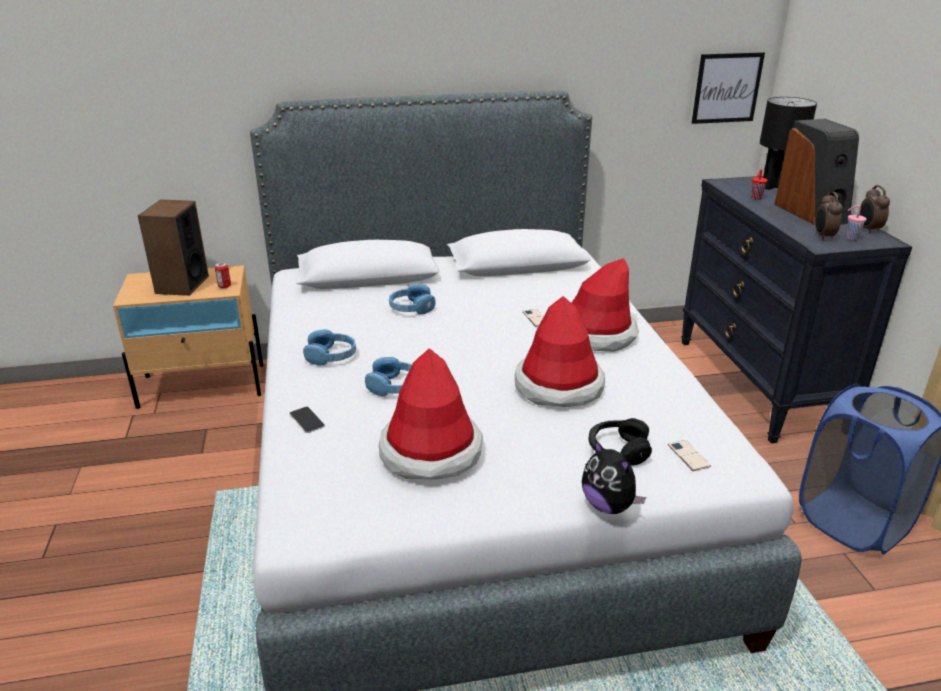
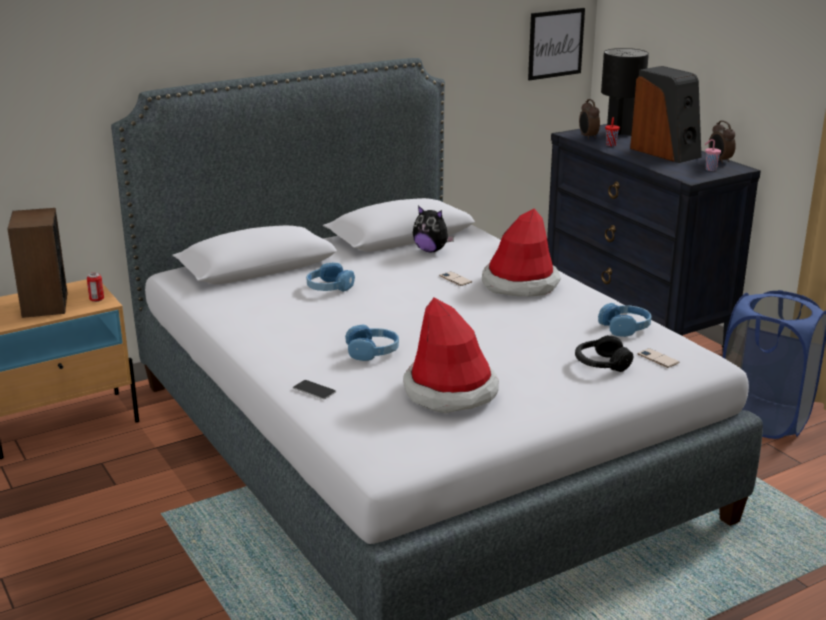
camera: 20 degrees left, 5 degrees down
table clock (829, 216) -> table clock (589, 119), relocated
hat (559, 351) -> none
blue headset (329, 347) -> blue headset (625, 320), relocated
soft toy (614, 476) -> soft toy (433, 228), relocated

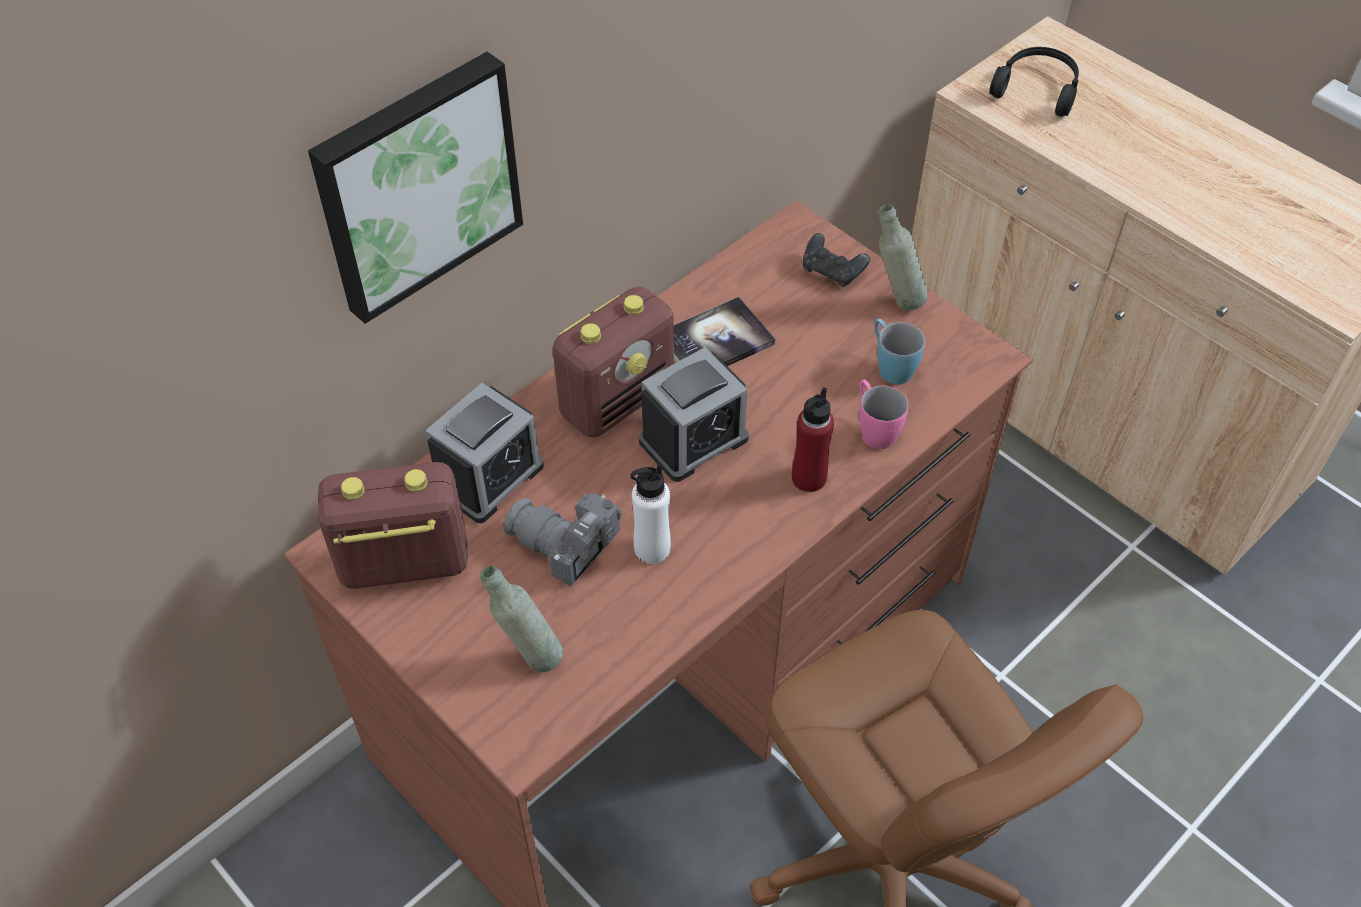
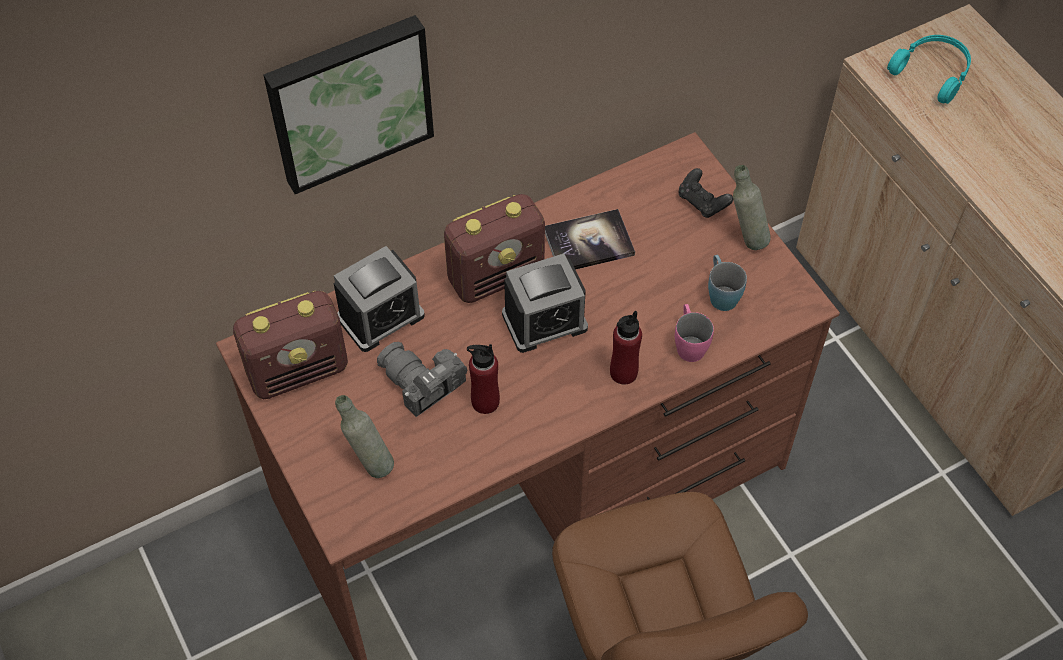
camera: 15 degrees right, 5 degrees up
blackish headset (1034, 82) -> turquoise-coloured headset (929, 69)
radio (393, 525) -> radio (290, 345), 150 degrees clockwise
white bottle (650, 513) -> red bottle (483, 379)

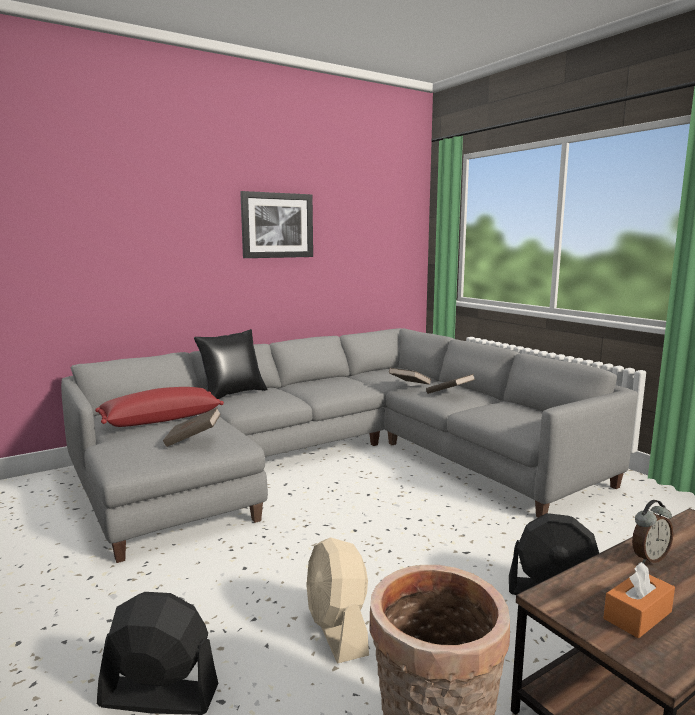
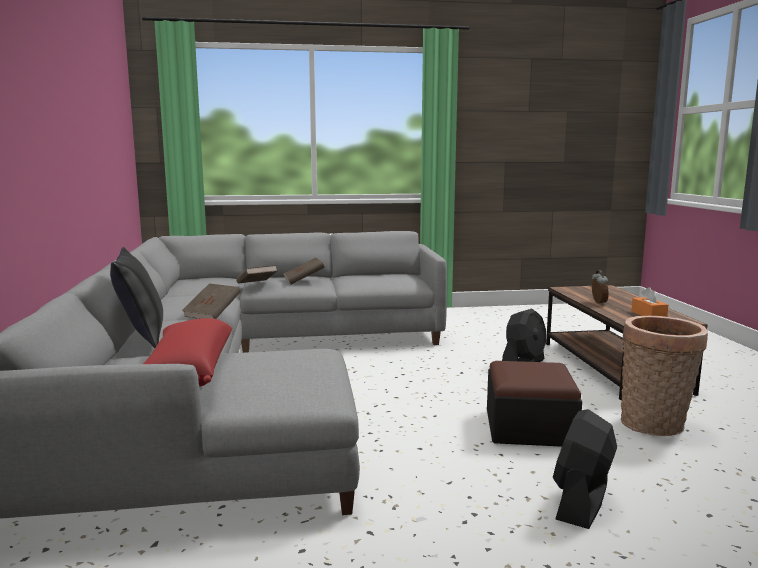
camera: 65 degrees left, 0 degrees up
picture (276, 224) -> none
brown bound book (192, 427) -> brown bound book (211, 301), relocated
sand-coloured electric fan (337, 600) -> pouffe (534, 404)

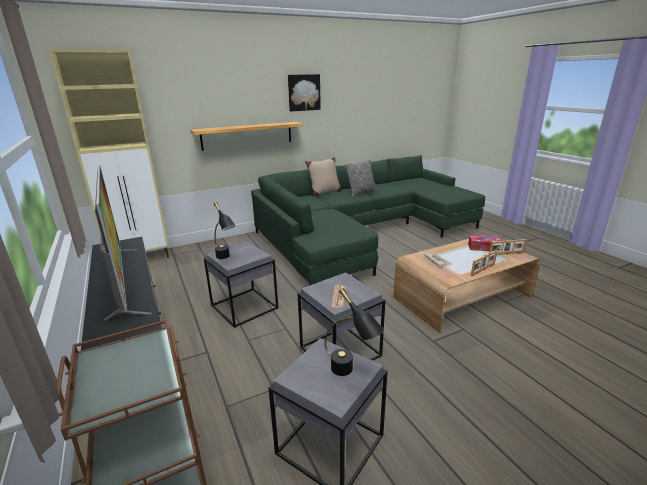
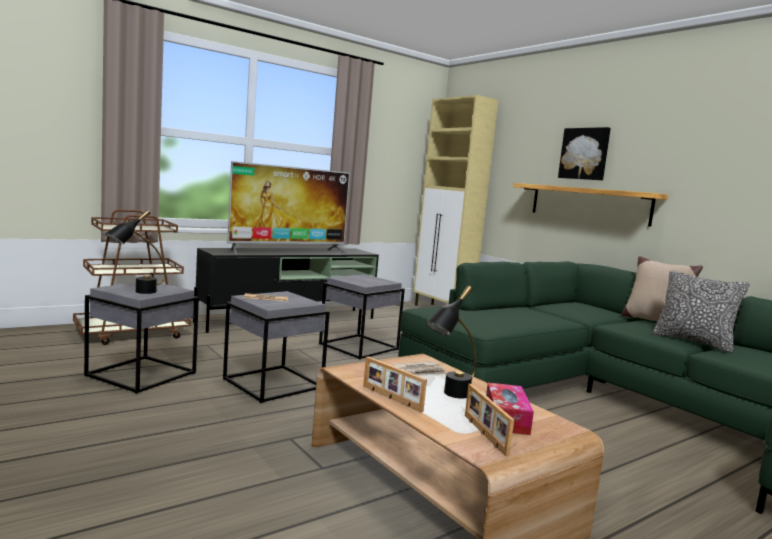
camera: 80 degrees right, 15 degrees down
picture (304, 92) -> picture (584, 153), relocated
blackish lamp for a table (225, 230) -> blackish lamp for a table (451, 341), relocated

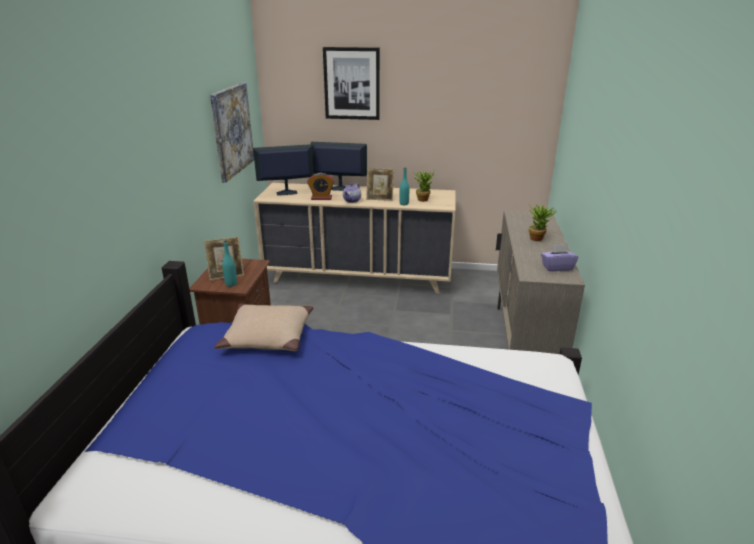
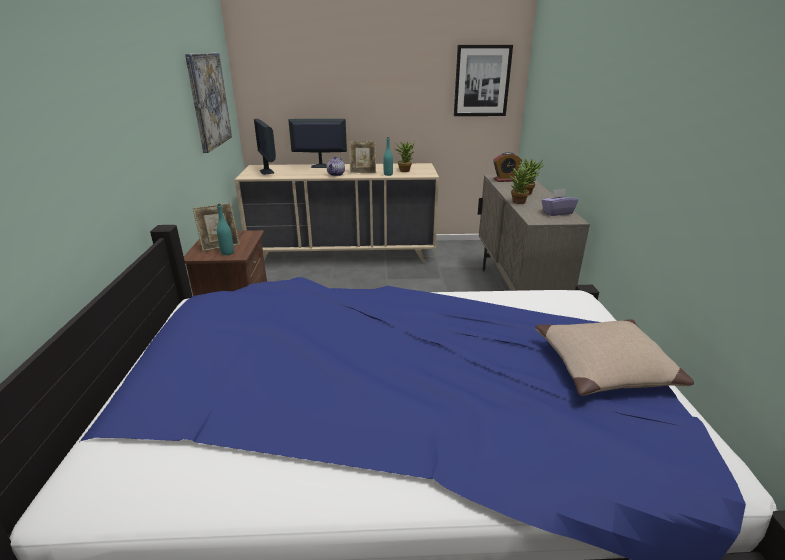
camera: 10 degrees left, 0 degrees up
picture (351, 83) -> picture (483, 80), relocated
monitor (283, 170) -> monitor (265, 147), 90 degrees counterclockwise
table clock (320, 186) -> table clock (507, 167), relocated
sand-coloured throw pillow (264, 327) -> sand-coloured throw pillow (614, 357), relocated
none -> houseplant (523, 184)

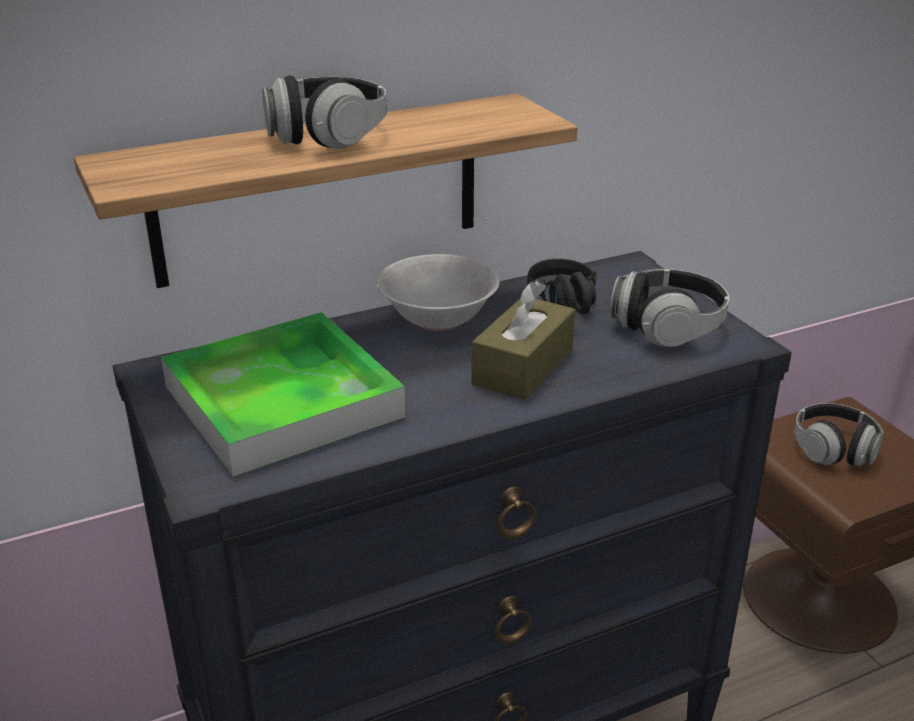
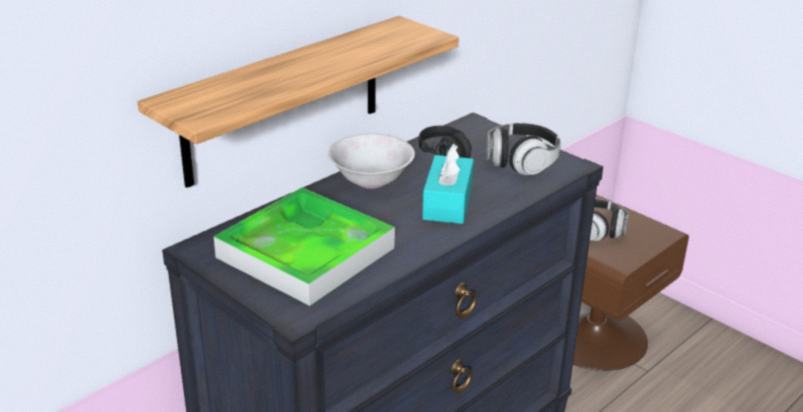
camera: 20 degrees left, 0 degrees up
headset (324, 112) -> none
brown tissue holder (523, 340) -> turquoise-coloured tissue holder (448, 184)

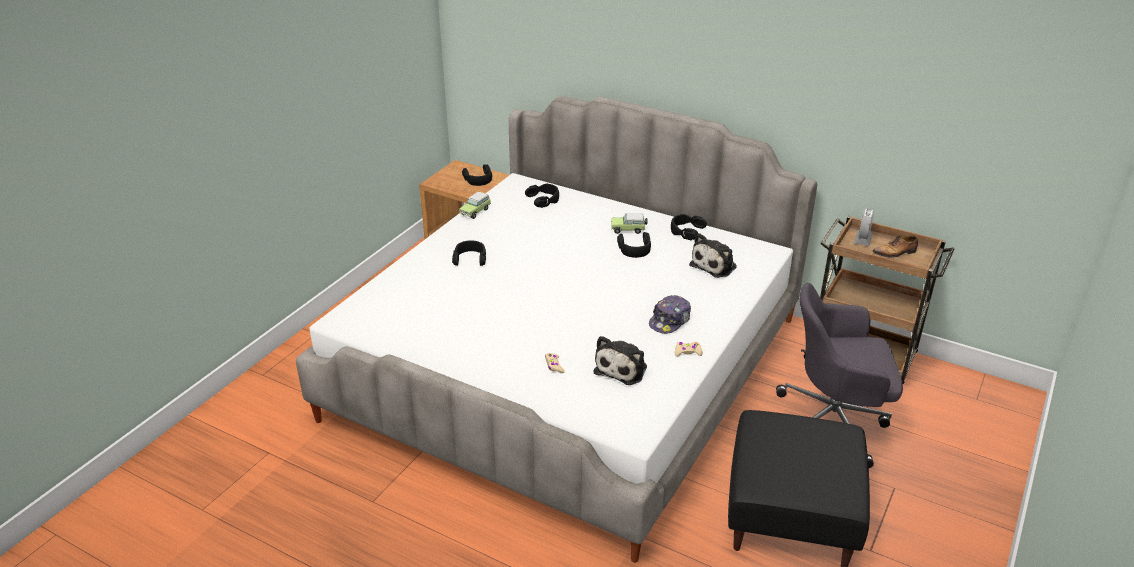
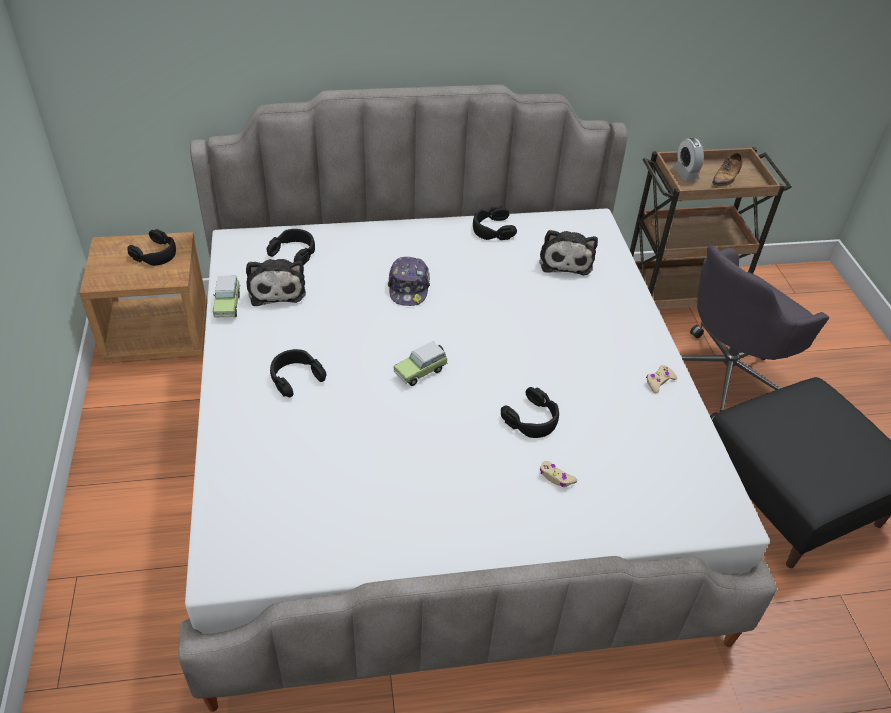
camera: 40 degrees left, 10 degrees up
miniature car (629, 223) -> miniature car (420, 363), relocated
blackish headset (634, 245) -> blackish headset (530, 412), relocated
cap (670, 314) -> cap (409, 281), relocated
soft toy (620, 360) -> soft toy (276, 282), relocated

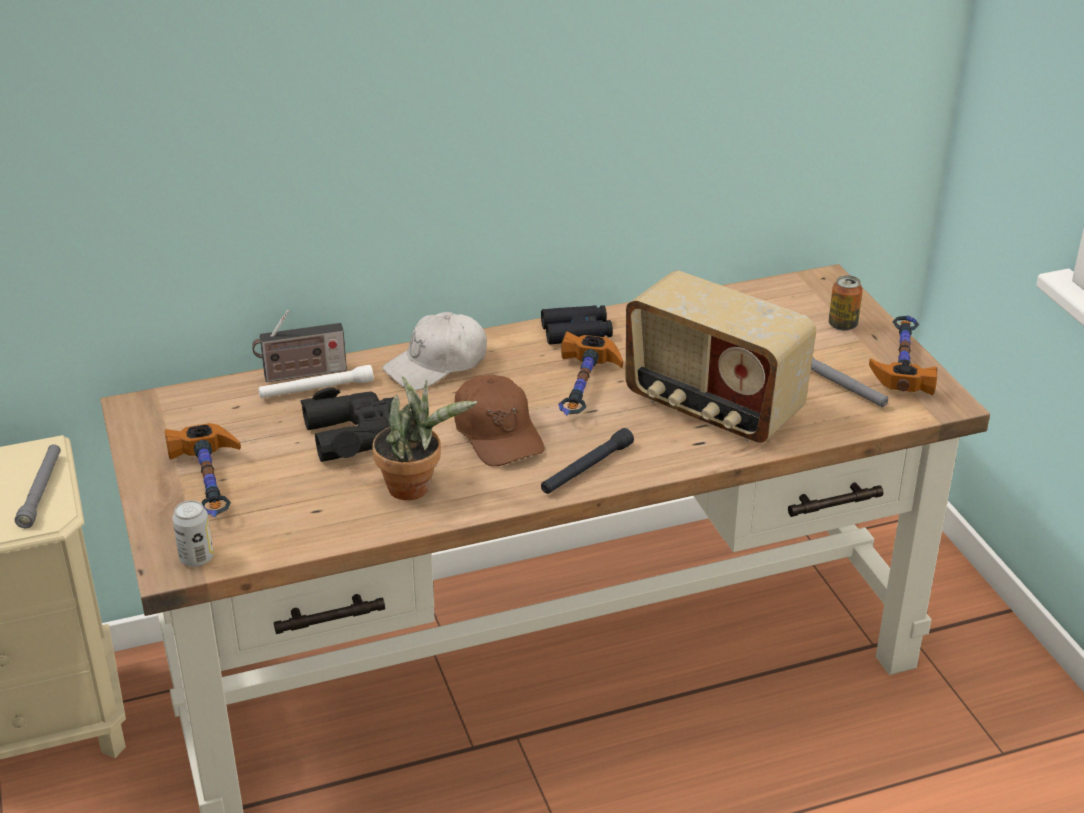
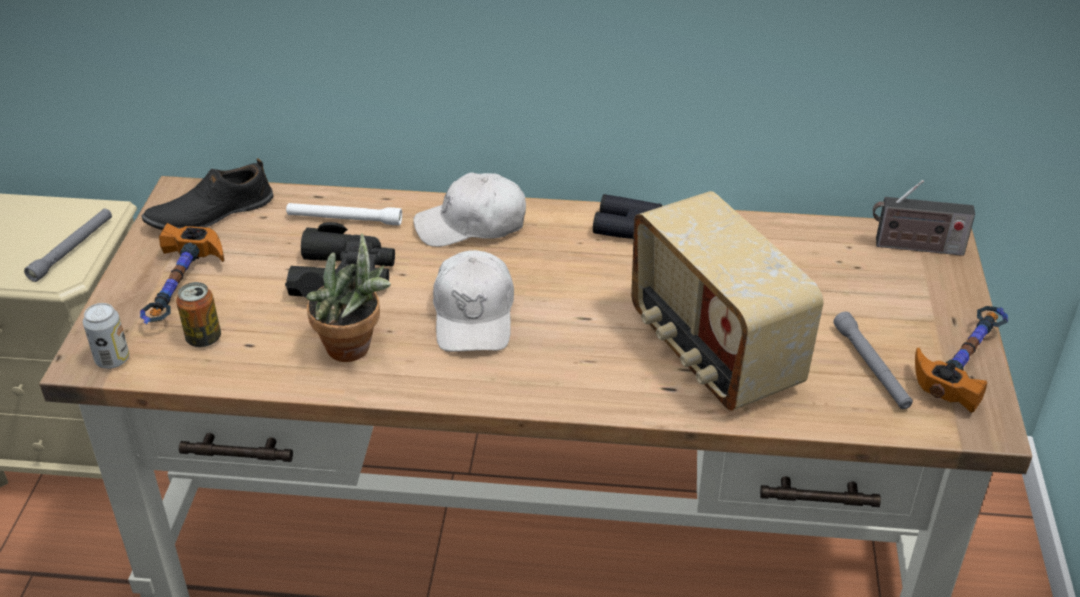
camera: 25 degrees right, 5 degrees up
sealed can (846, 303) -> sealed can (198, 314), relocated
radio (299, 346) -> radio (924, 218), relocated
hand hammer (591, 373) -> none
brown cap (499, 420) -> white cap (473, 301)
blackish flashlight (587, 461) -> none
none -> blackish item of footwear (208, 194)

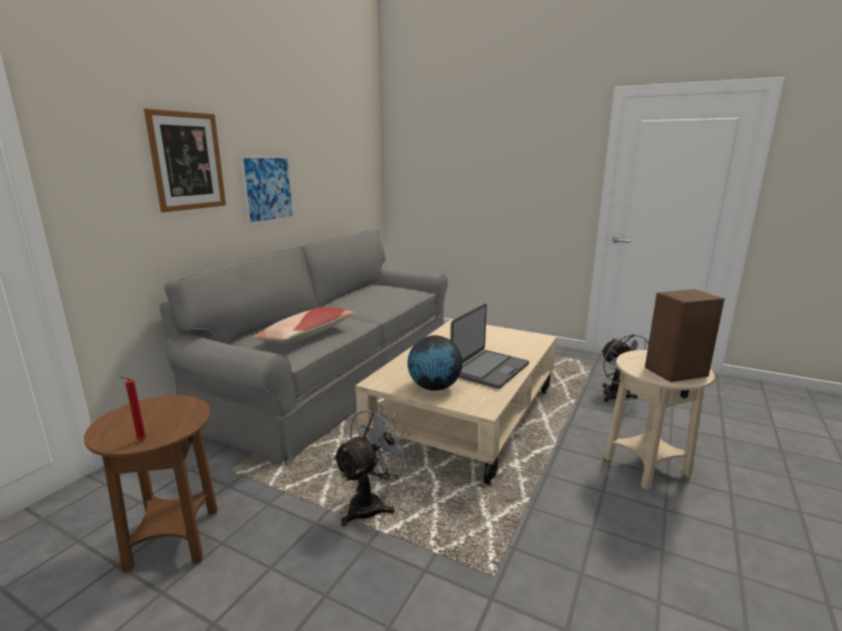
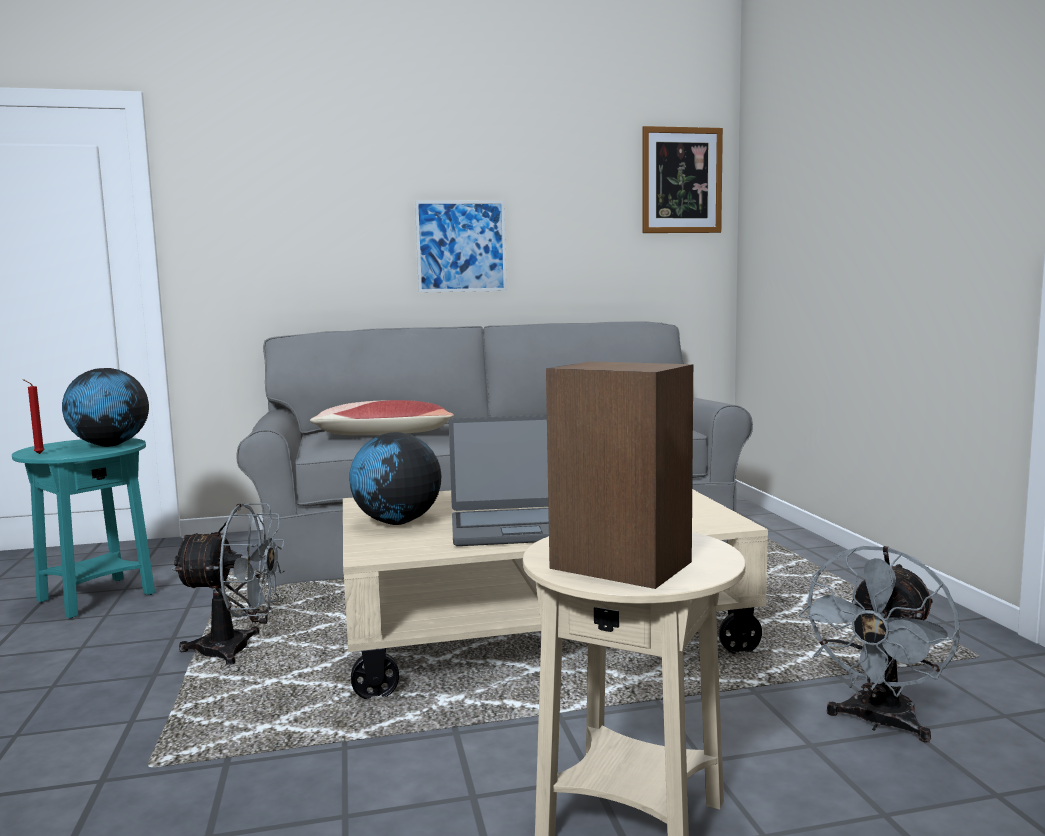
camera: 50 degrees right, 10 degrees down
picture (185, 160) -> picture (682, 179), relocated
brown side table (151, 484) -> turquoise-coloured side table (83, 528)
none -> globe (105, 407)

